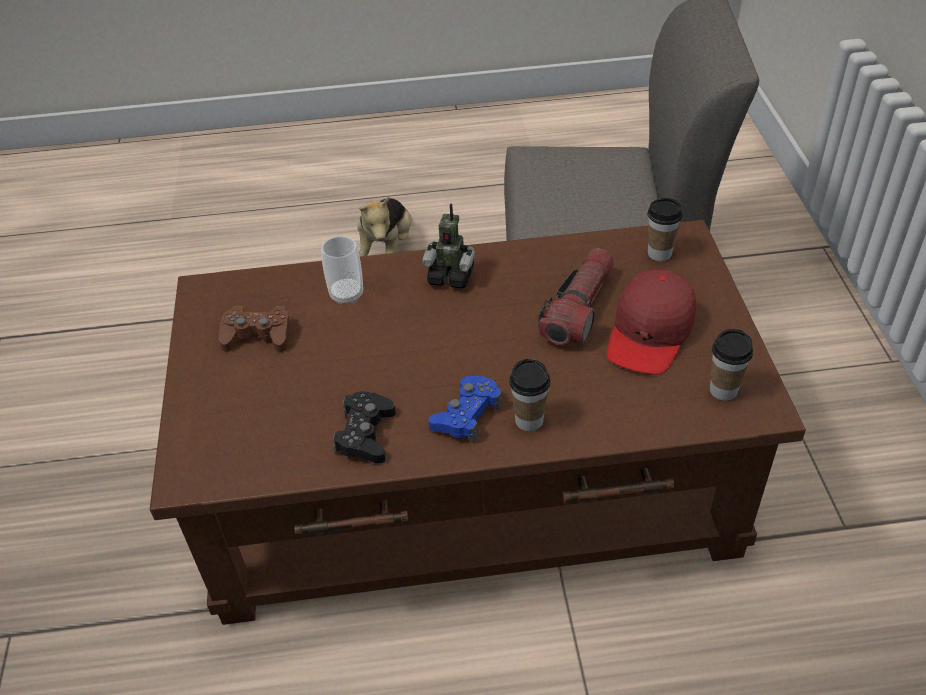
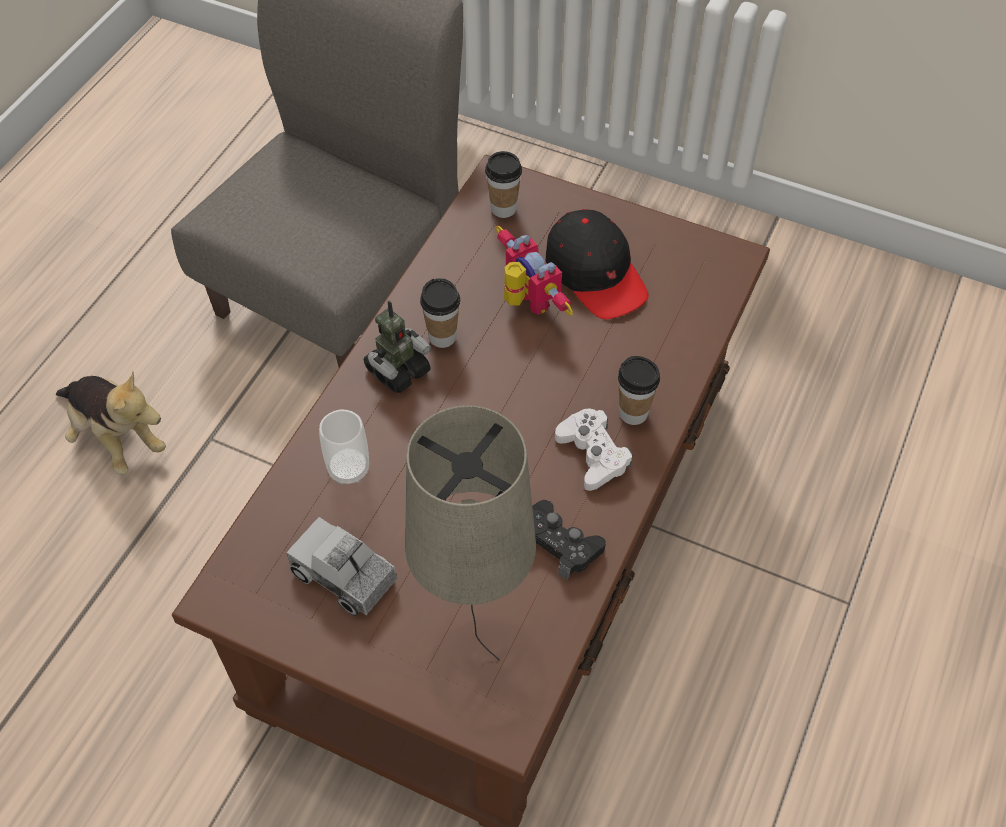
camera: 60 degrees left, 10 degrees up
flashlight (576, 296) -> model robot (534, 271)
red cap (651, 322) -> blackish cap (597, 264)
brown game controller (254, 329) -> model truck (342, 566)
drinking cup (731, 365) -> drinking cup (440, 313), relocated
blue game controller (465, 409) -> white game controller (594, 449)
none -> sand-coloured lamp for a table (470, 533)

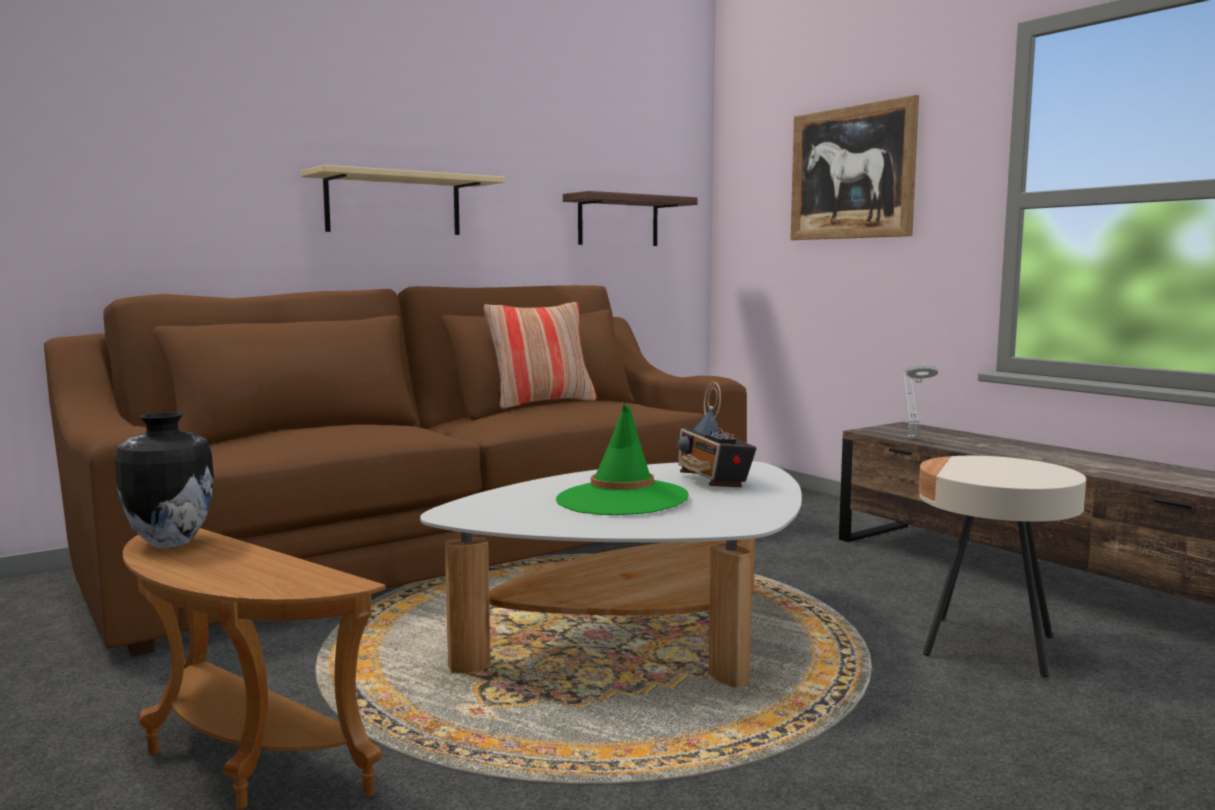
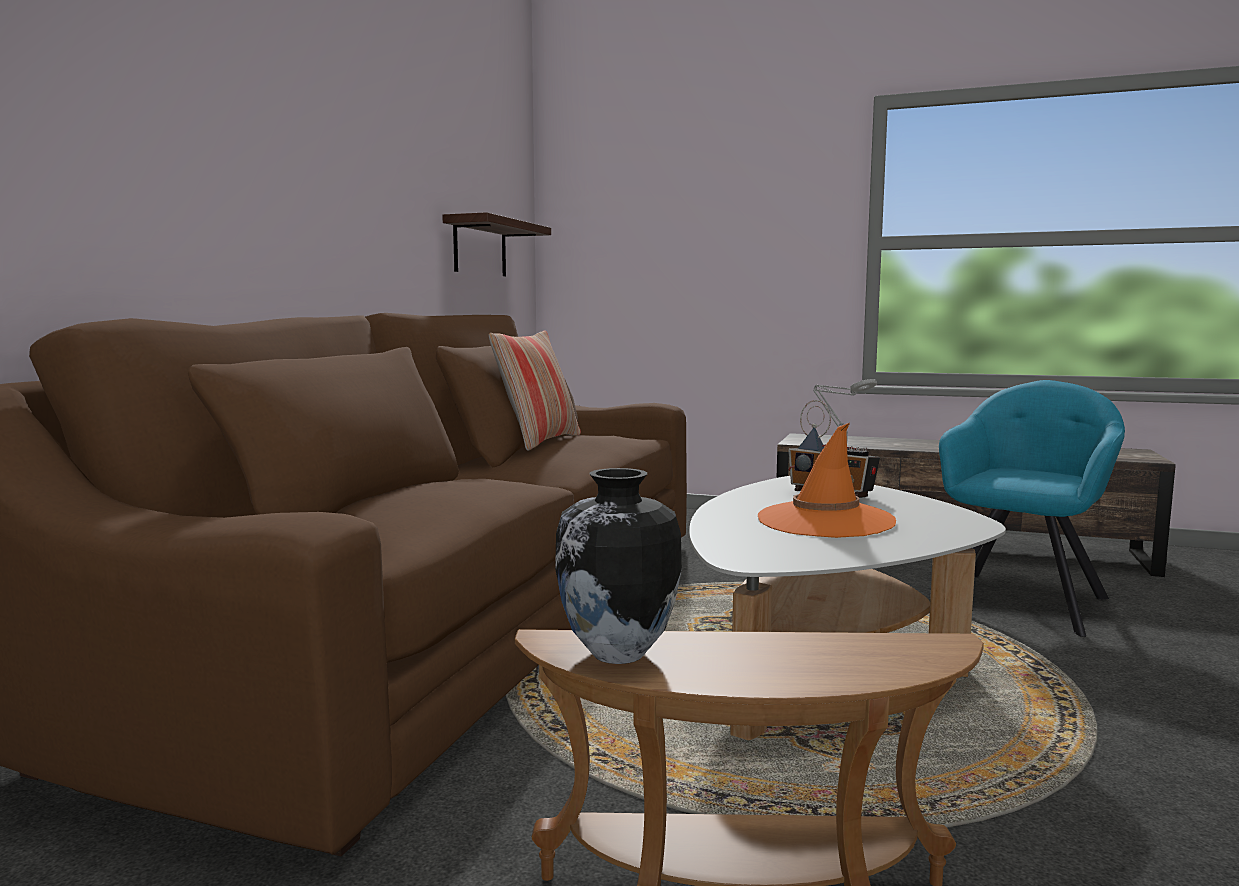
camera: 35 degrees left, 0 degrees up
picture (854, 167) -> none
sand-coloured wall shelf (403, 200) -> none
green-coloured hat (622, 459) -> orangey hat (827, 480)
sand-coloured side table (1002, 567) -> turquoise-coloured easy chair (1032, 508)

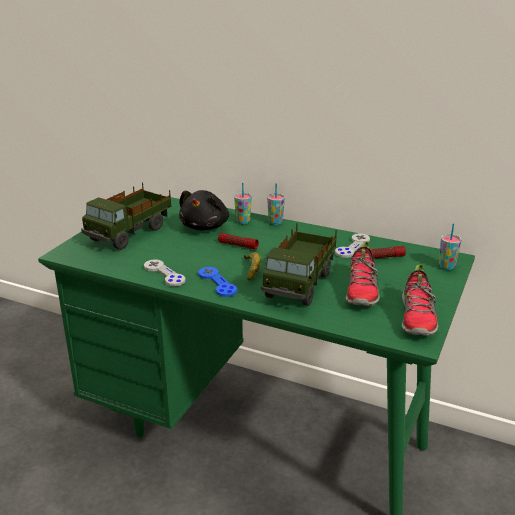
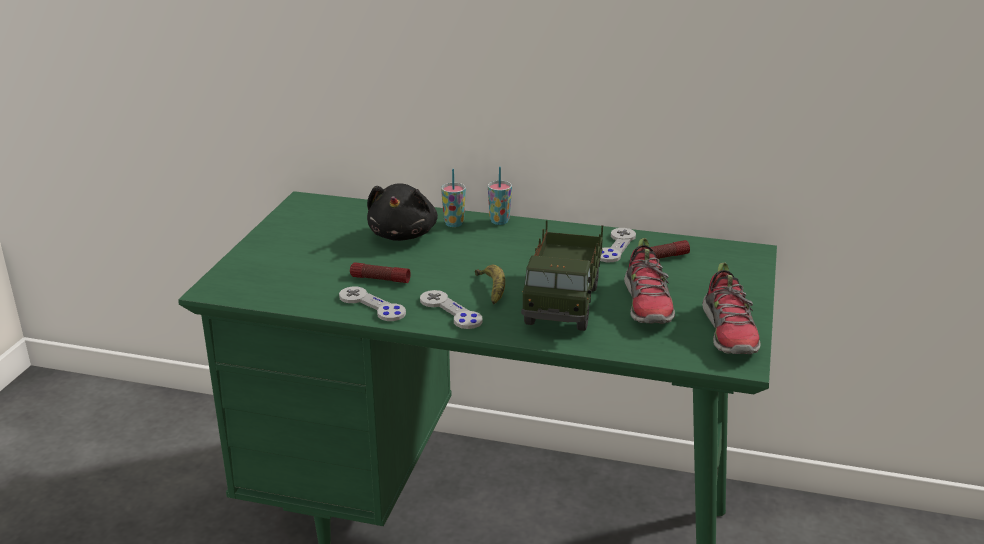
camera: 10 degrees left, 0 degrees up
model truck (126, 216) -> none
drinking cup (450, 246) -> none
flashlight (238, 241) -> flashlight (380, 272), relocated
blue game controller (217, 282) -> gray game controller (451, 309)

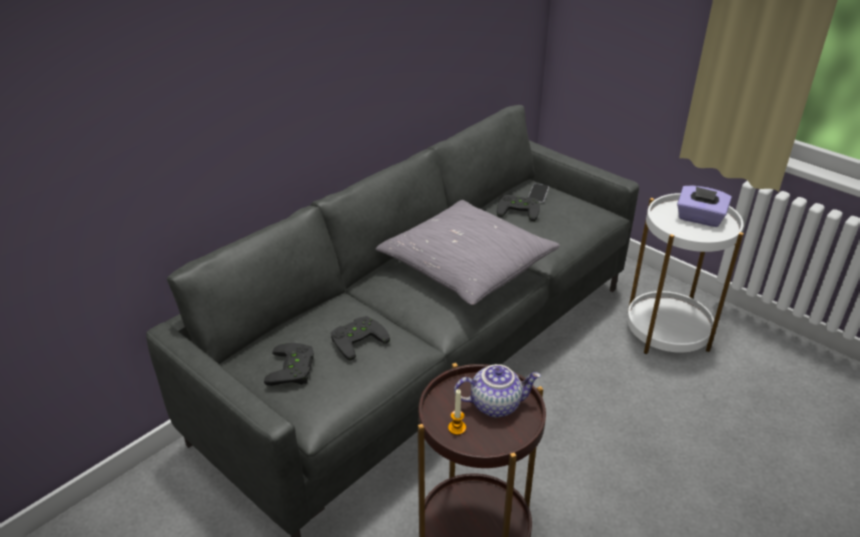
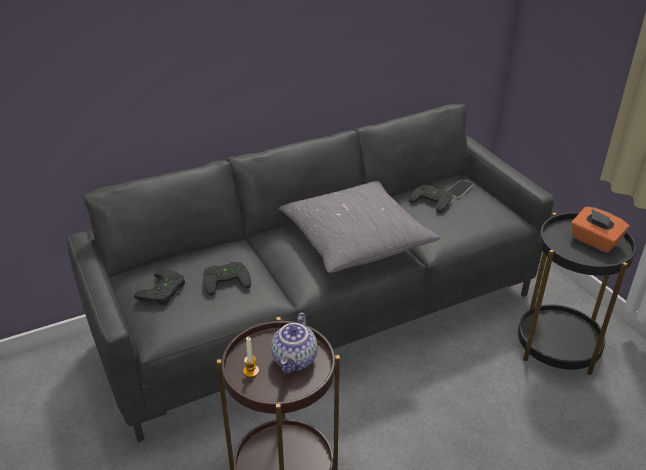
camera: 20 degrees right, 0 degrees up
purplish tissue holder (704, 206) -> orangey tissue holder (600, 230)
white side table (685, 273) -> blackish side table (577, 293)
pot for tea (497, 390) -> pot for tea (294, 342), 90 degrees clockwise

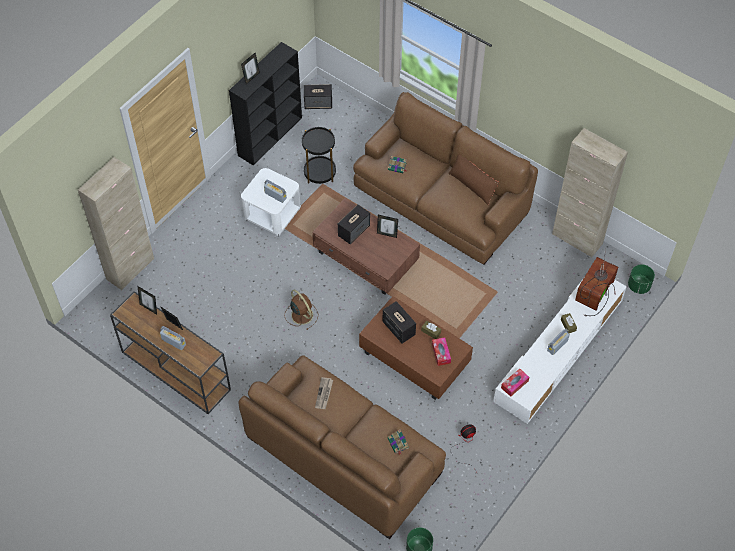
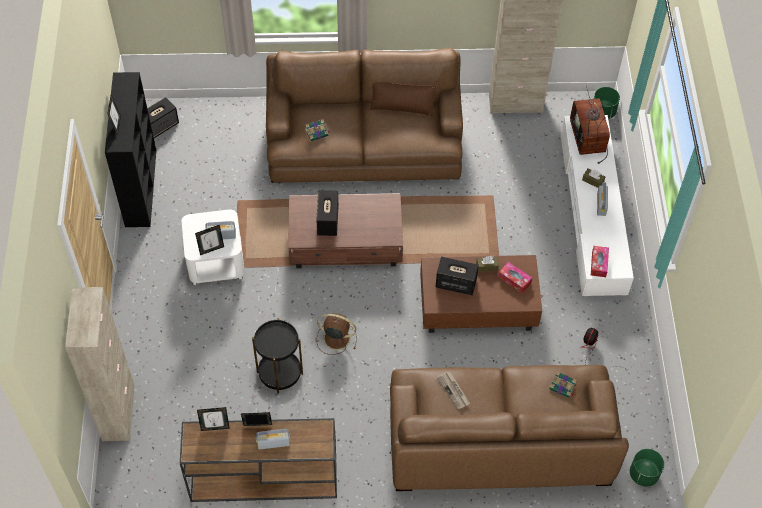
camera: 40 degrees left, 0 degrees up
blackish side table (319, 155) -> blackish side table (277, 356), relocated
photo frame (387, 226) -> photo frame (209, 240), relocated

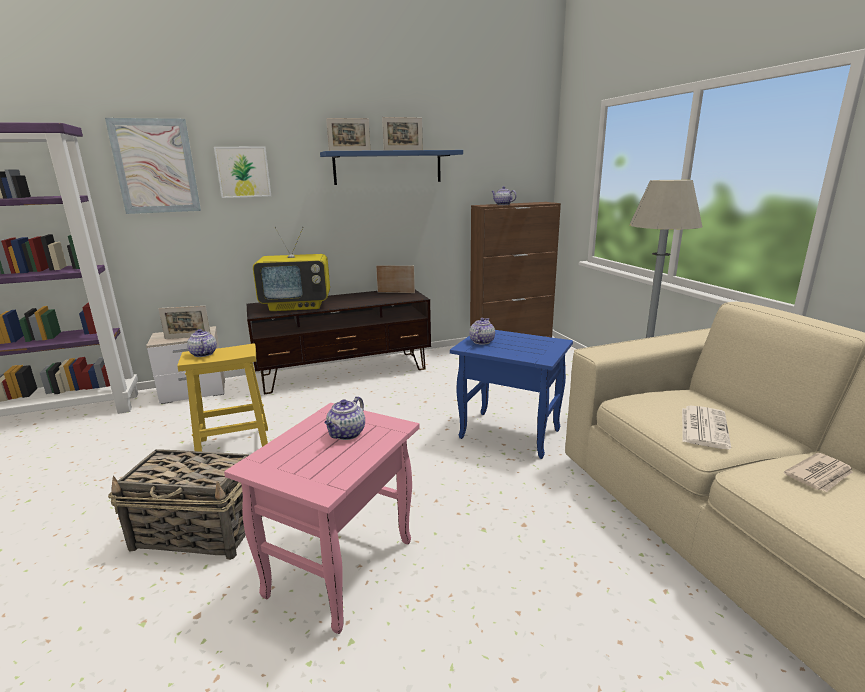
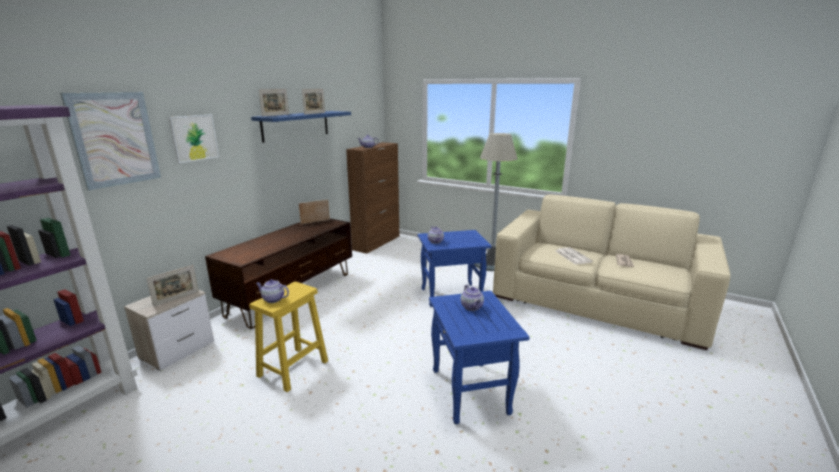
camera: 40 degrees left, 0 degrees up
television (291, 269) -> none
pink side table (321, 518) -> blue side table (479, 357)
storage basket (178, 504) -> none

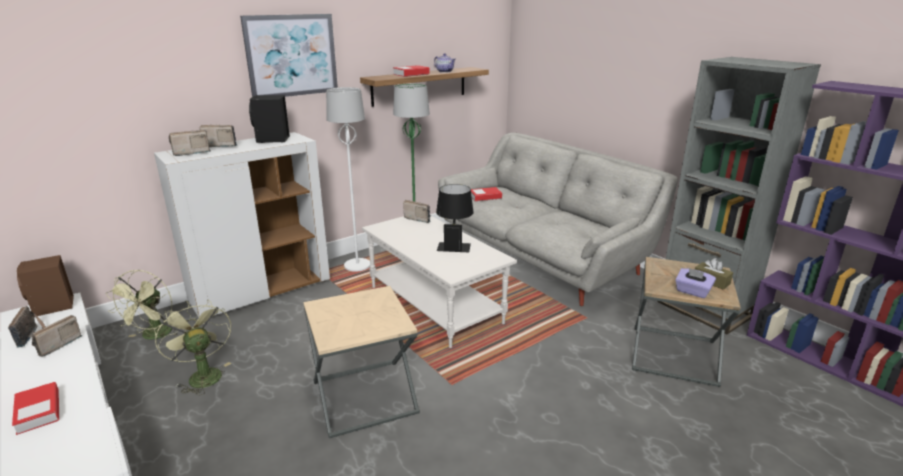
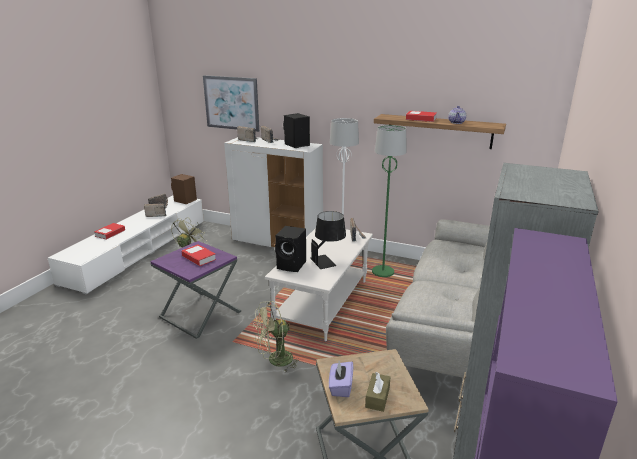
camera: 60 degrees right, 0 degrees up
picture (289, 55) -> picture (231, 103), relocated
bound book (486, 194) -> bound book (199, 255), relocated
green-coloured electric fan (142, 305) -> green-coloured electric fan (277, 336), relocated
sand-coloured side table (362, 362) -> purplish side table (195, 290)
none -> blackish speaker (290, 249)

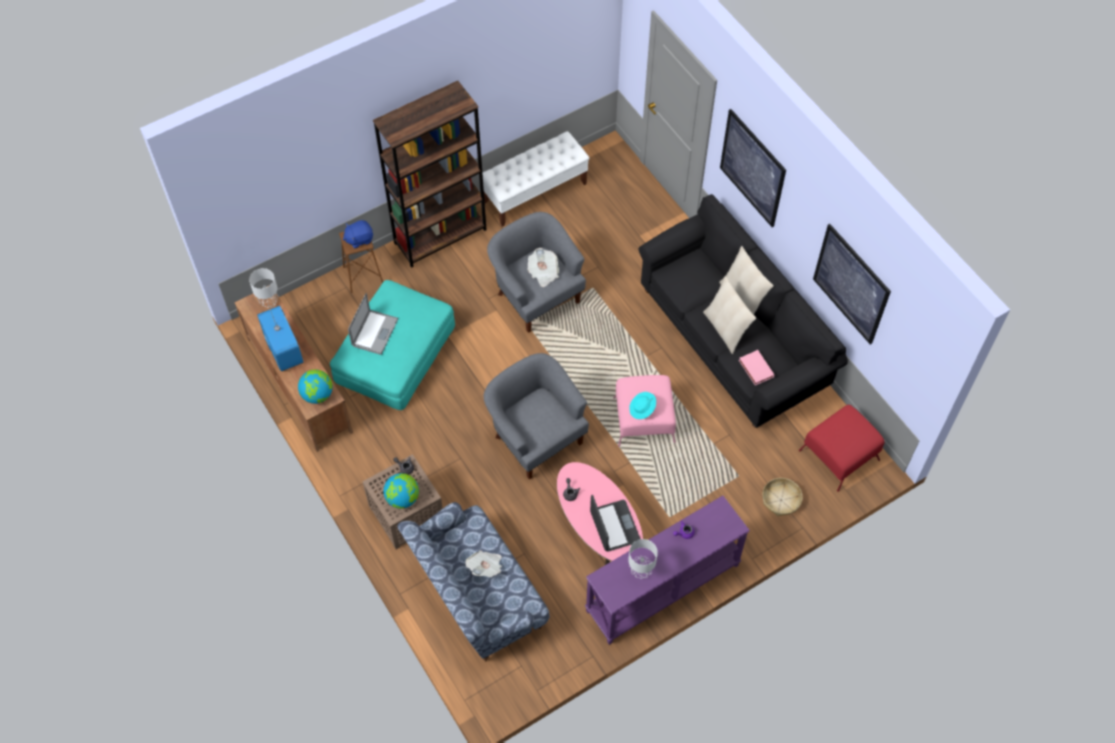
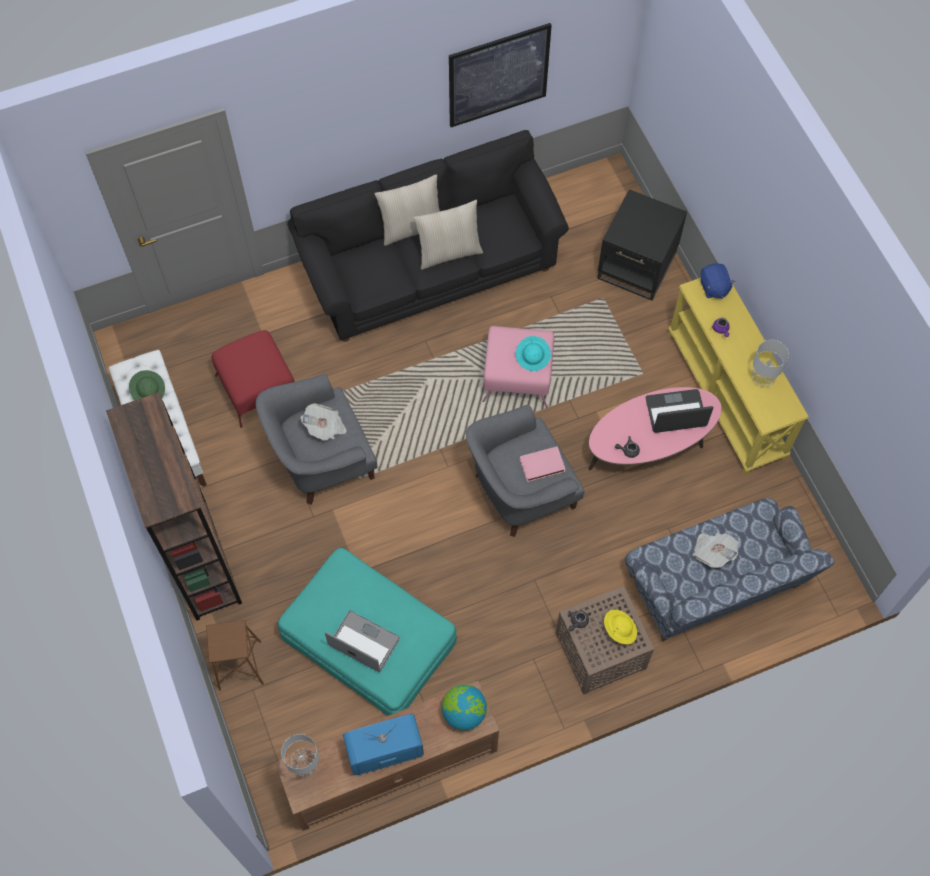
camera: 80 degrees left, 5 degrees up
picture (753, 168) -> none
blue soft toy (358, 234) -> blue soft toy (718, 281), relocated
pink bound book (757, 367) -> pink bound book (542, 464), relocated
red pouffe (841, 448) -> red pouffe (253, 379), relocated
globe (401, 491) -> yellow hat (620, 627)
storage basket (782, 497) -> blackish side table (642, 245)
purplish hall table (667, 570) -> yellow hall table (738, 377)
none -> green-coloured hat (147, 385)

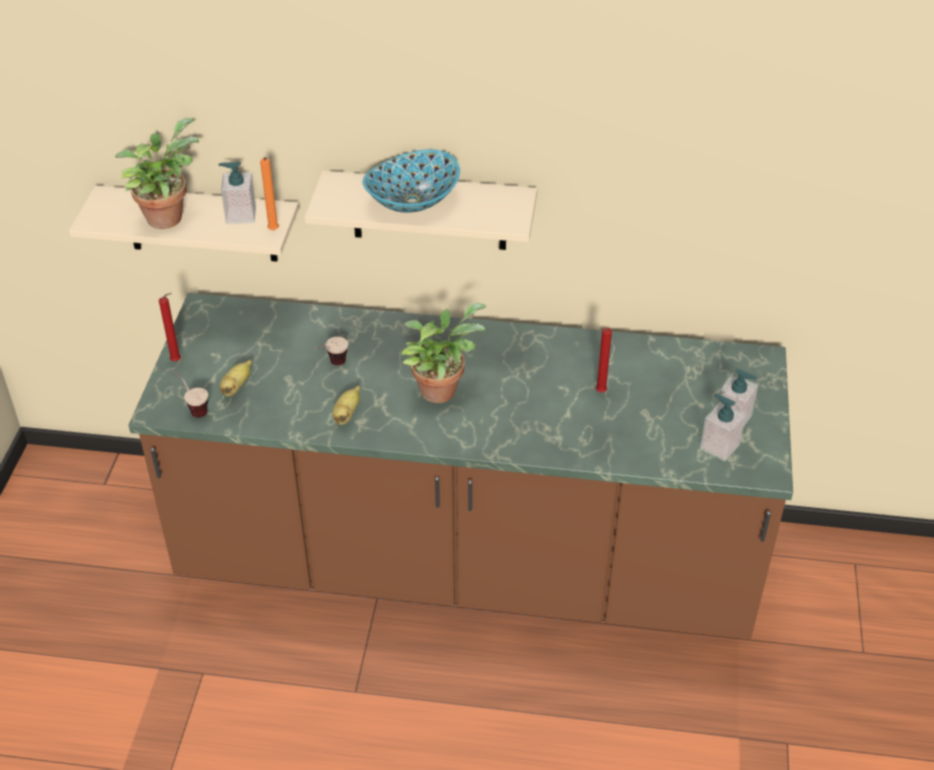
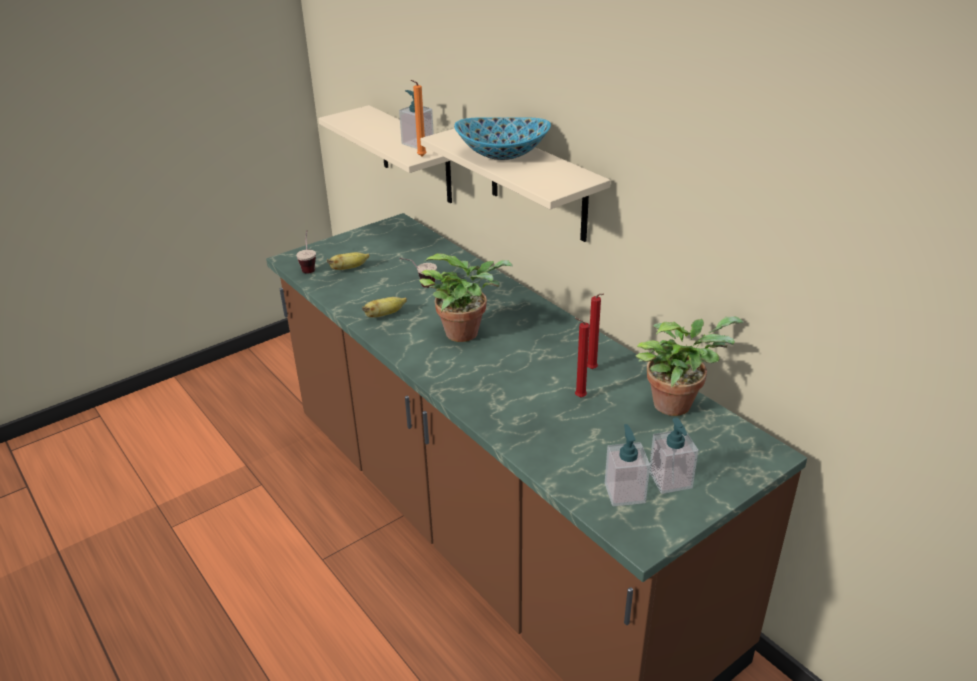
camera: 45 degrees right, 10 degrees down
houseplant (157, 173) -> houseplant (689, 366), relocated
red wax candle (170, 327) -> red wax candle (595, 331), relocated

